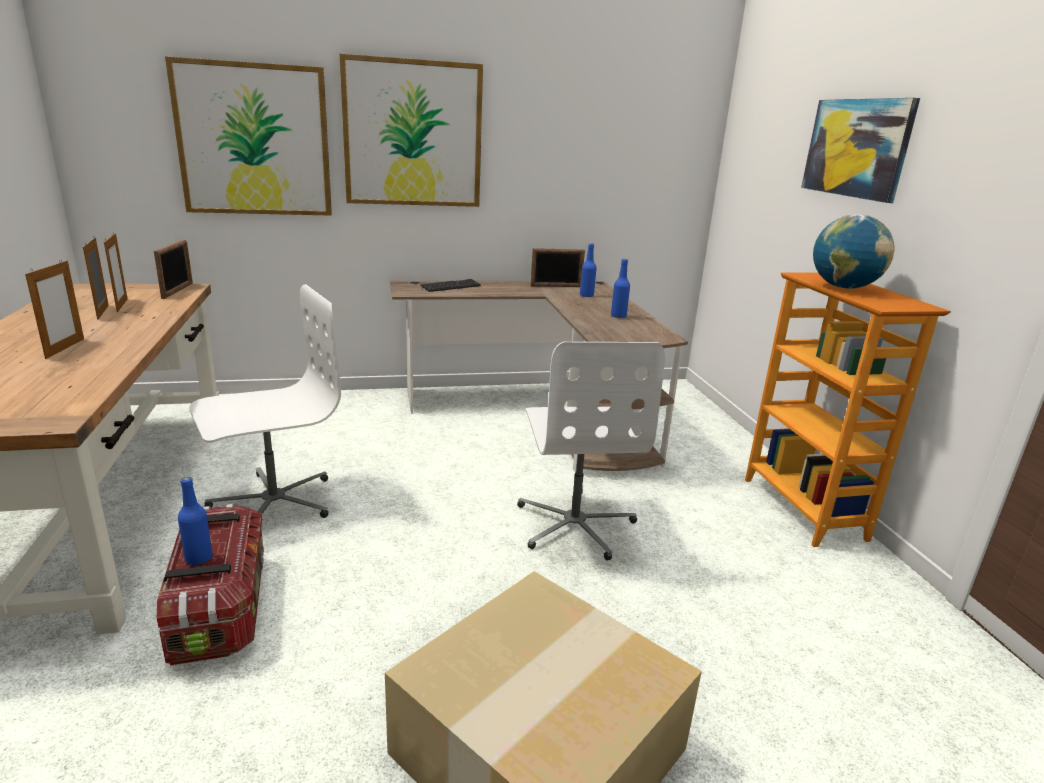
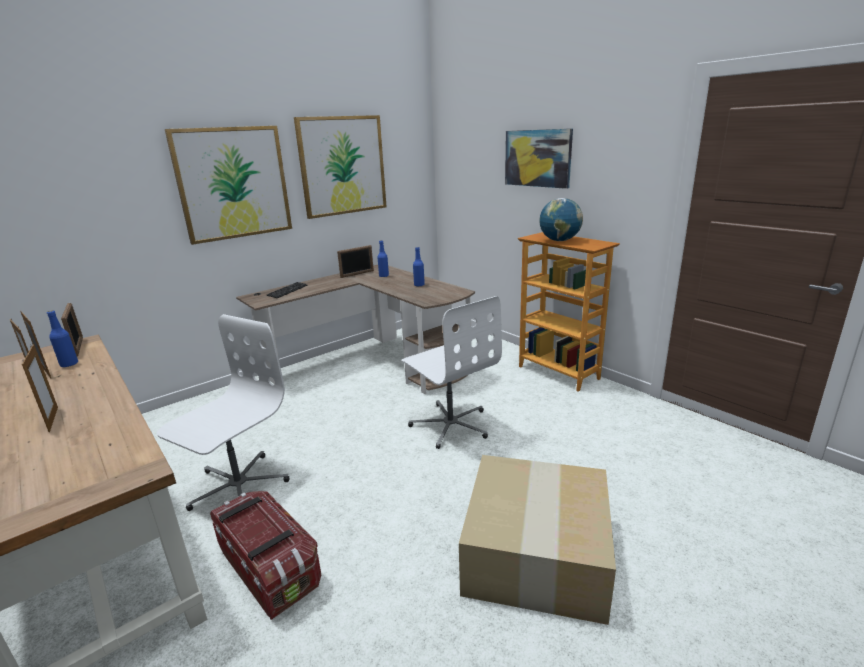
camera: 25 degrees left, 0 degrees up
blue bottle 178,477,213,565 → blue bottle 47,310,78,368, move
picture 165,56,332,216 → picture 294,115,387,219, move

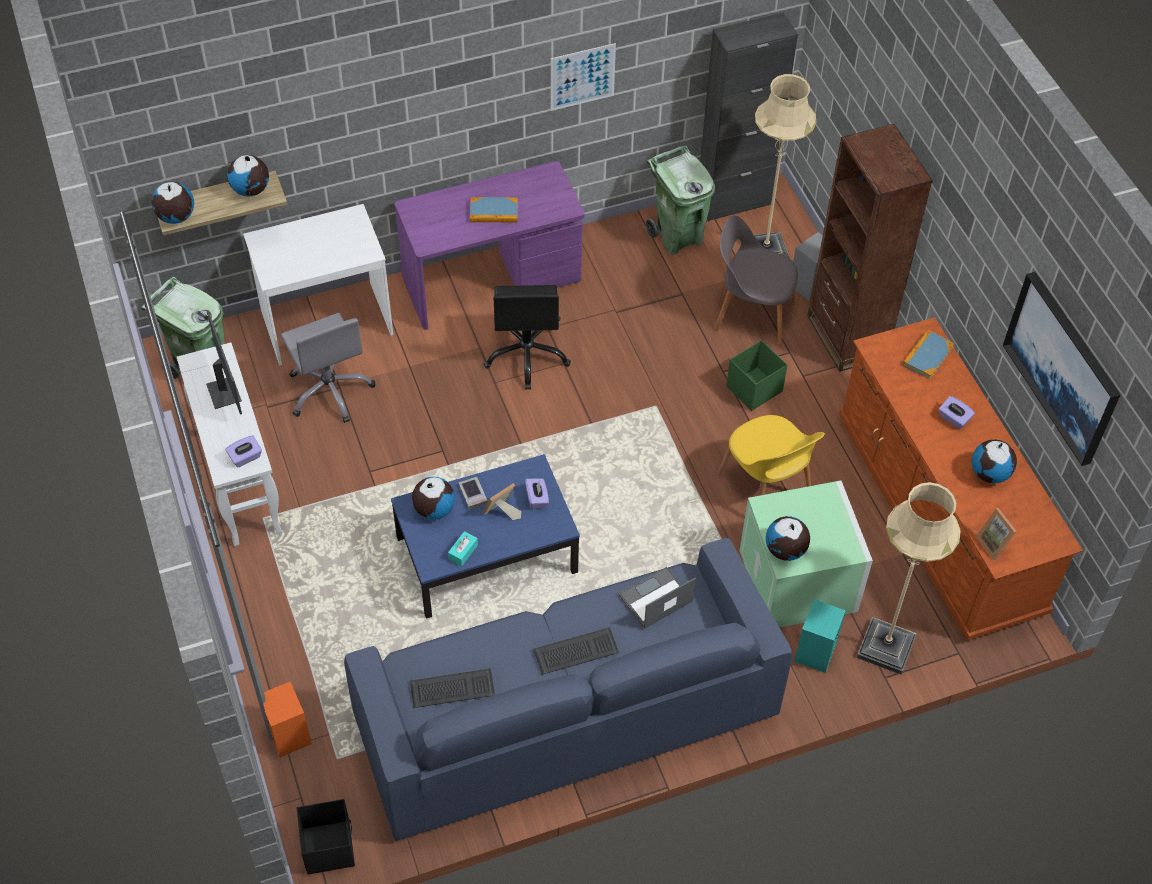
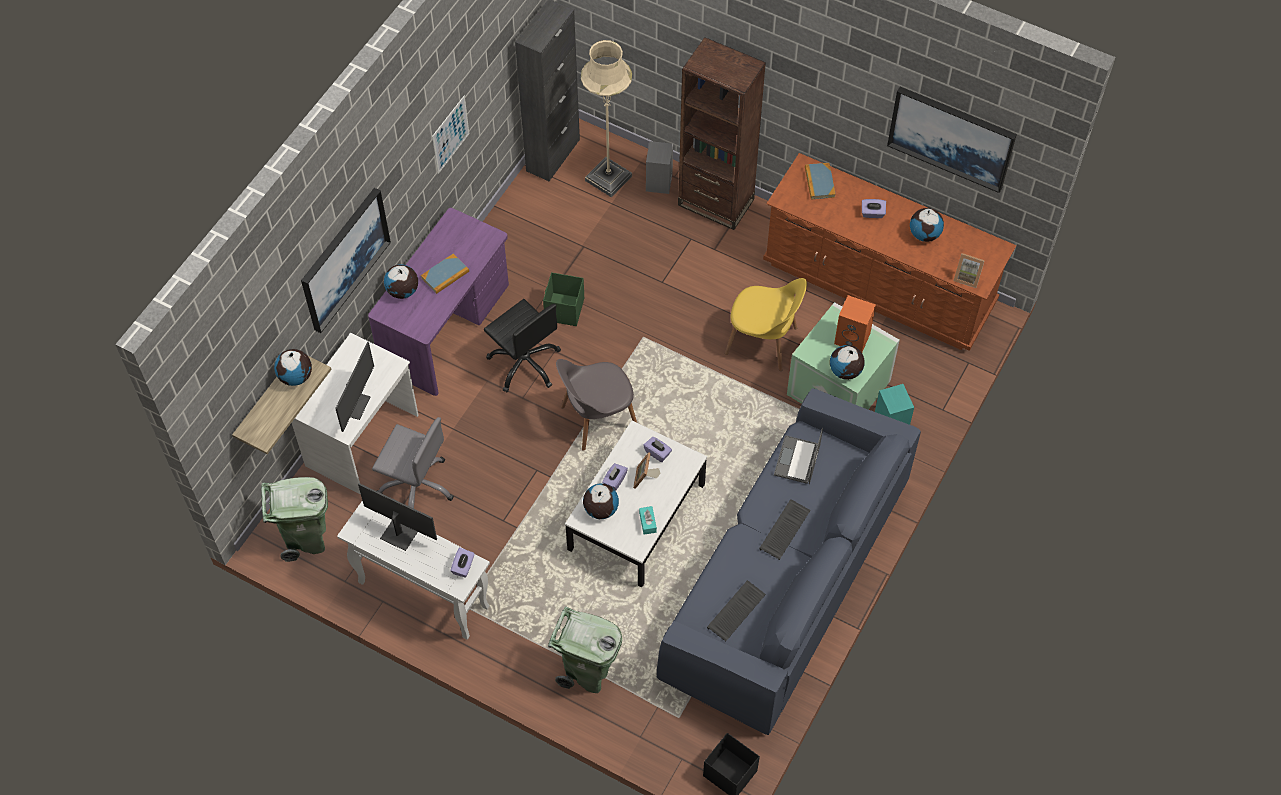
camera: 40 degrees left, 5 degrees up
- → picture 301,188,391,333
- → monitor 335,342,374,432
globe 151,182,194,224 → globe 384,264,418,299, move
green storage box 726,340,787,411 → green storage box 543,272,584,326, move
green trash can 646,146,715,255 → green trash can 548,606,622,693, move
grey chair 714,215,798,345 → grey chair 556,359,637,451, move
blue coffee table 391,454,580,619 → white coffee table 565,421,707,587
book 458,477,488,509 → purple tissue box 602,463,628,491
orange speaker 263,682,312,757 → orange speaker 834,295,876,353, move
beige floor lamp 857,482,961,675 → -

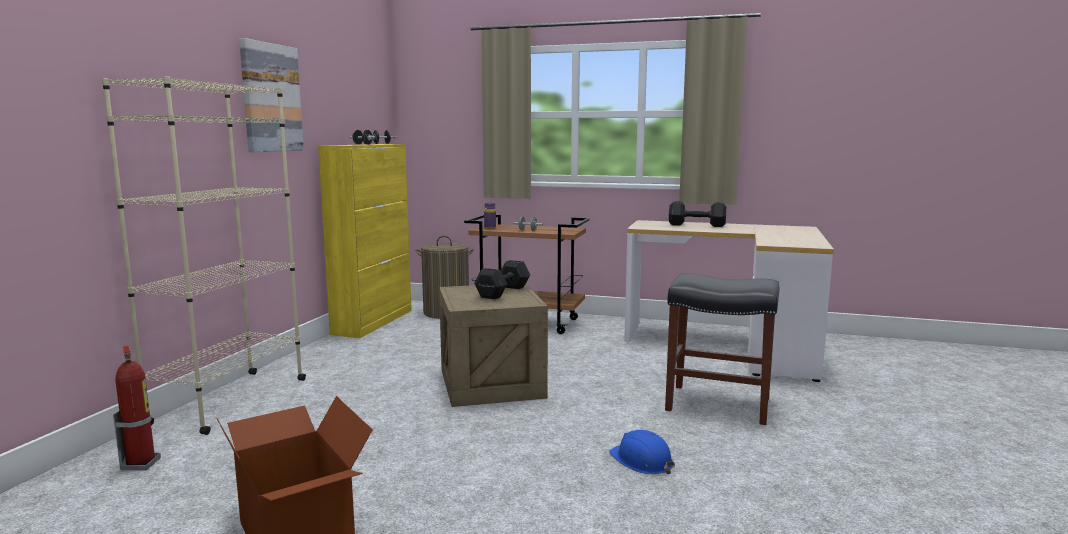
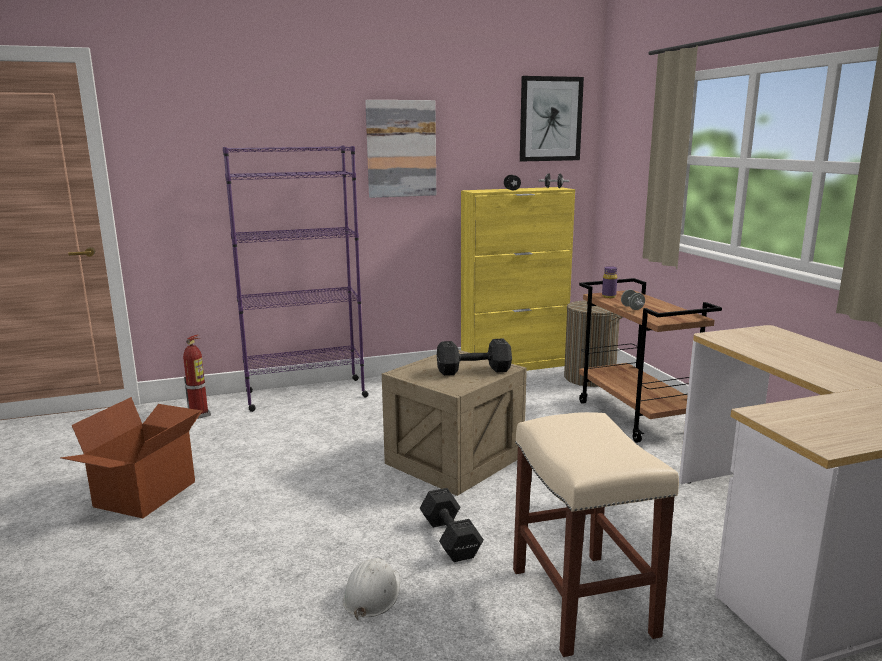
camera: 55 degrees right, 5 degrees up
beige bookcase 102,76,306,435 → purple bookcase 223,145,369,412
blue hard hat 609,430,675,474 → white hard hat 343,558,400,620
black dumbbell 669,201,727,227 → black dumbbell 420,488,484,562, move
black stool 665,273,780,425 → beige stool 513,412,679,657
- → picture 520,76,584,162

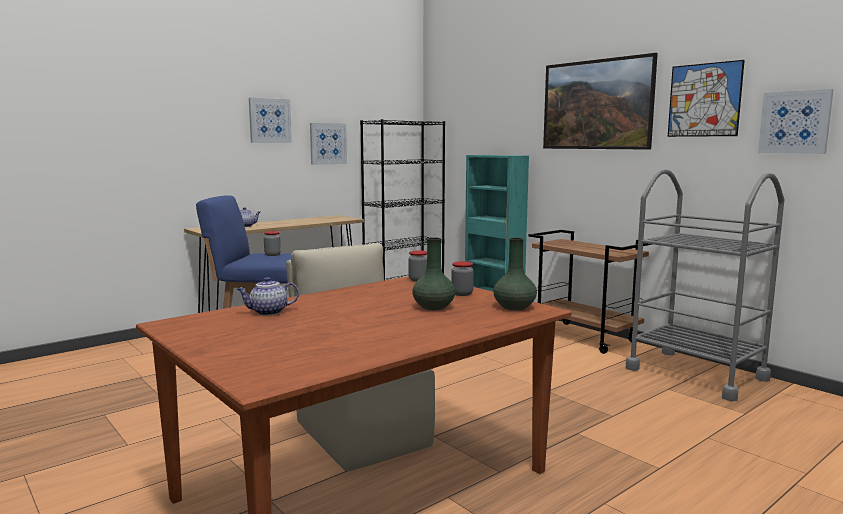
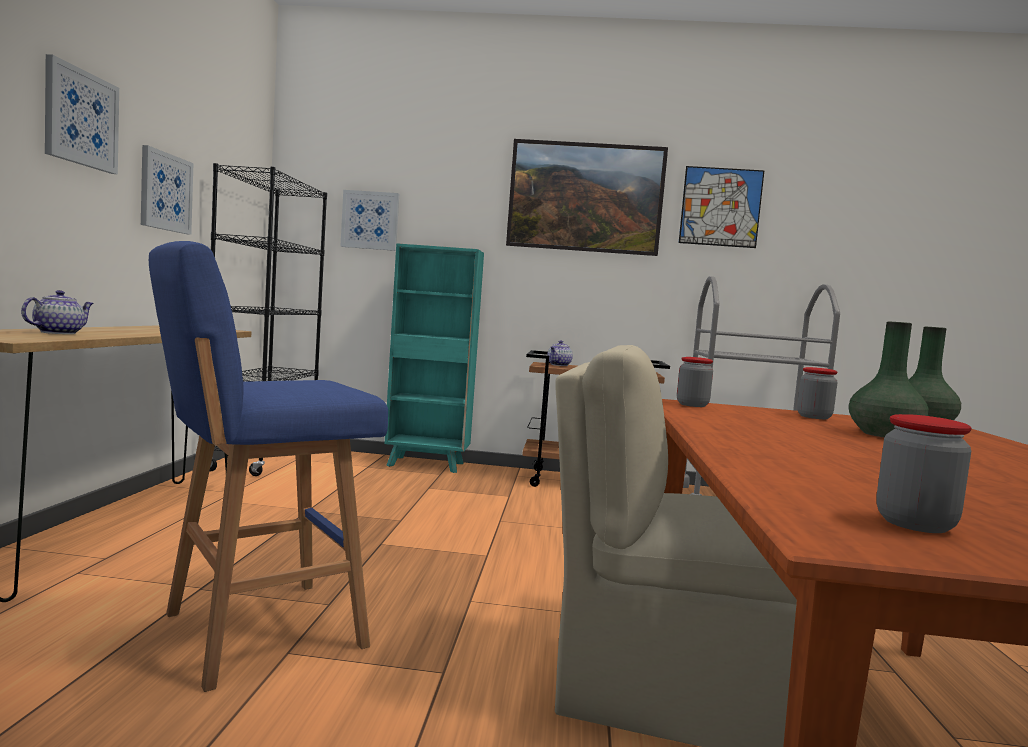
camera: 45 degrees left, 5 degrees down
picture 758,89,834,154 → picture 340,190,399,251, move
teapot 237,277,299,315 → teapot 547,340,573,366, move
jar 264,231,281,256 → jar 877,414,972,533, move

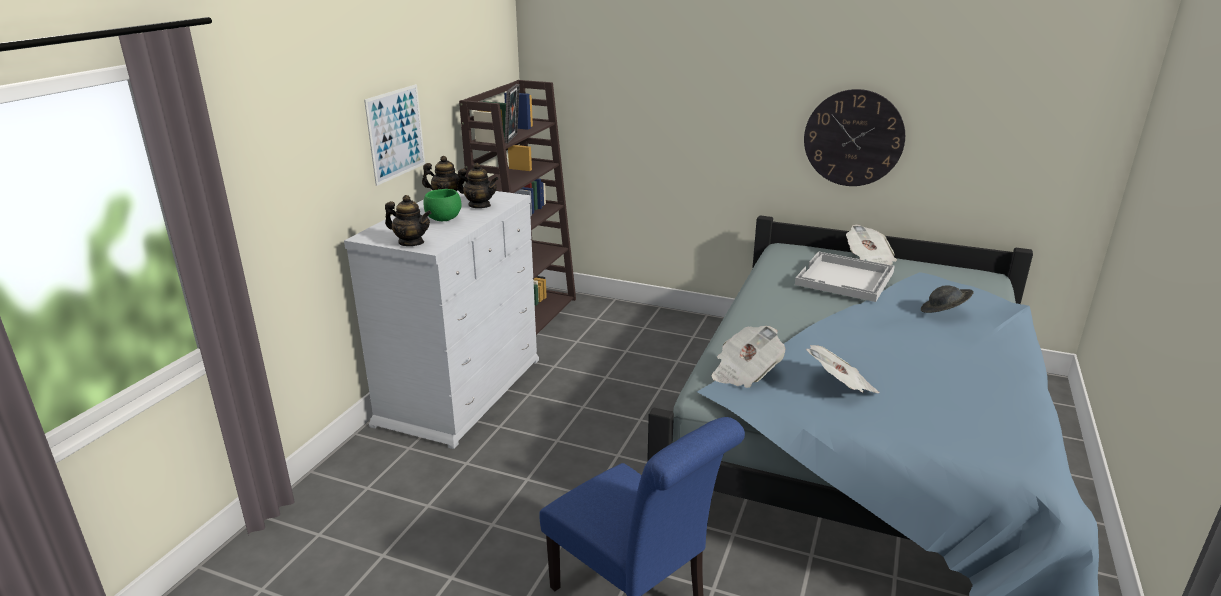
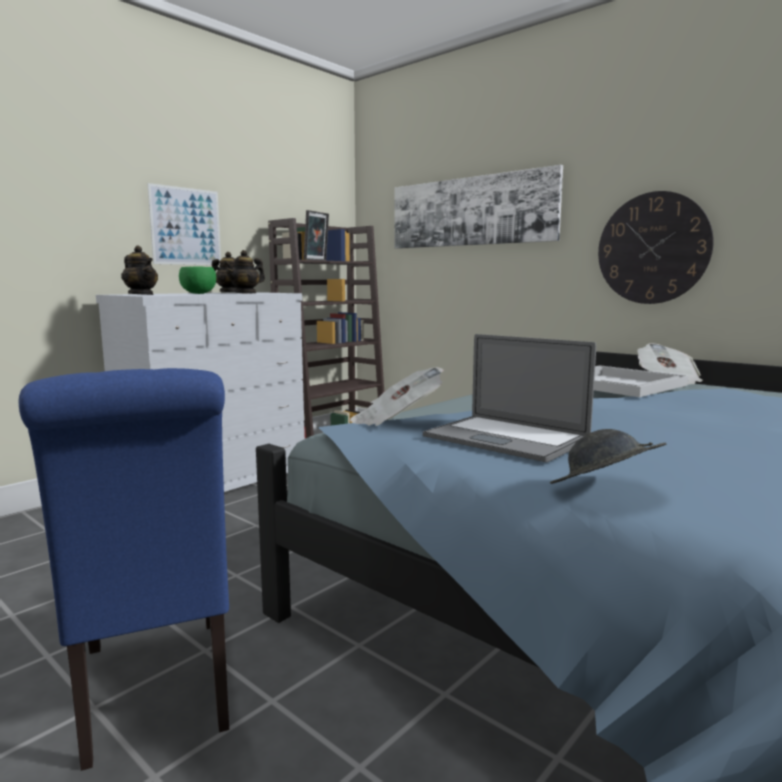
camera: 20 degrees right, 15 degrees down
teapot 457,163,499,208 → teapot 224,250,265,293, 90 degrees clockwise
- → picture 394,165,563,249
newspaper 806,345,879,393 → laptop 423,334,596,462
grey hat 921,285,974,313 → grey hat 550,429,666,484, move

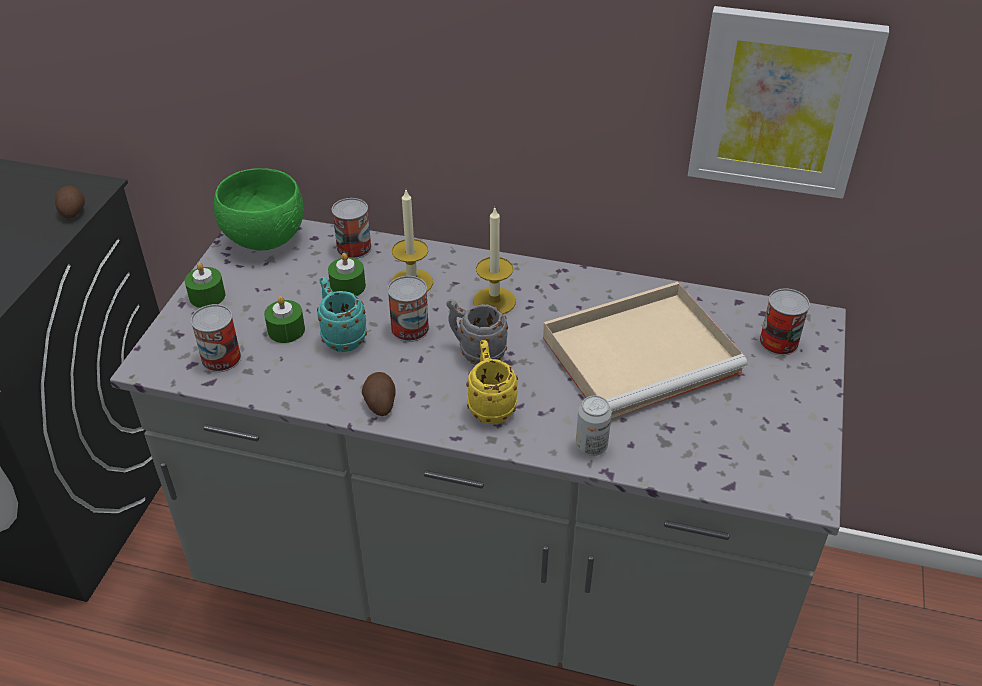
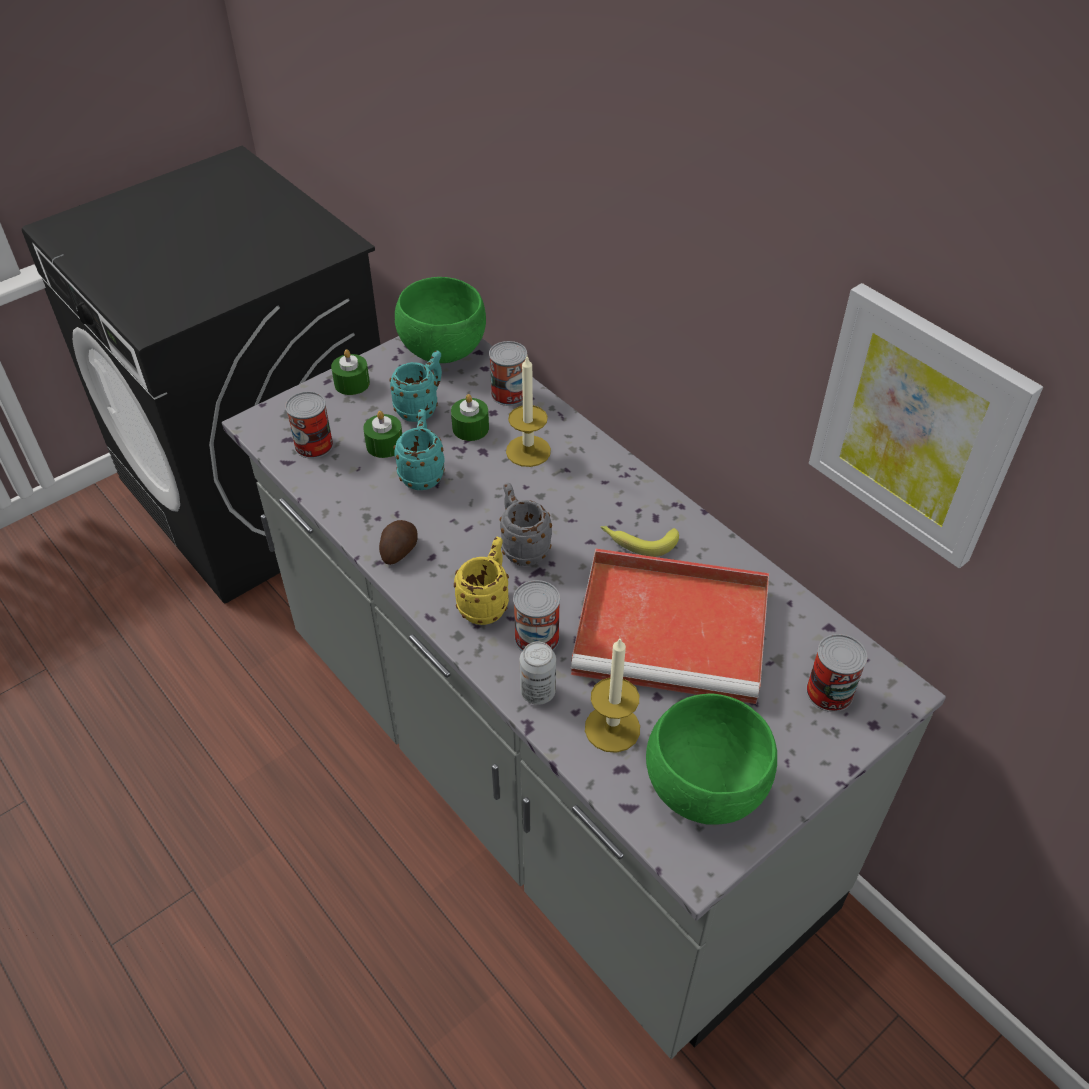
camera: 35 degrees right, 5 degrees up
- → turquoise mug 389,350,442,422
can 387,276,429,342 → can 513,580,560,651, move
beige tray 543,282,747,419 → red tray 571,548,769,704
candle 473,206,516,314 → candle 585,638,640,753, move
- → banana 601,526,679,557
- → green bowl 646,693,777,825
potato 55,186,85,219 → -

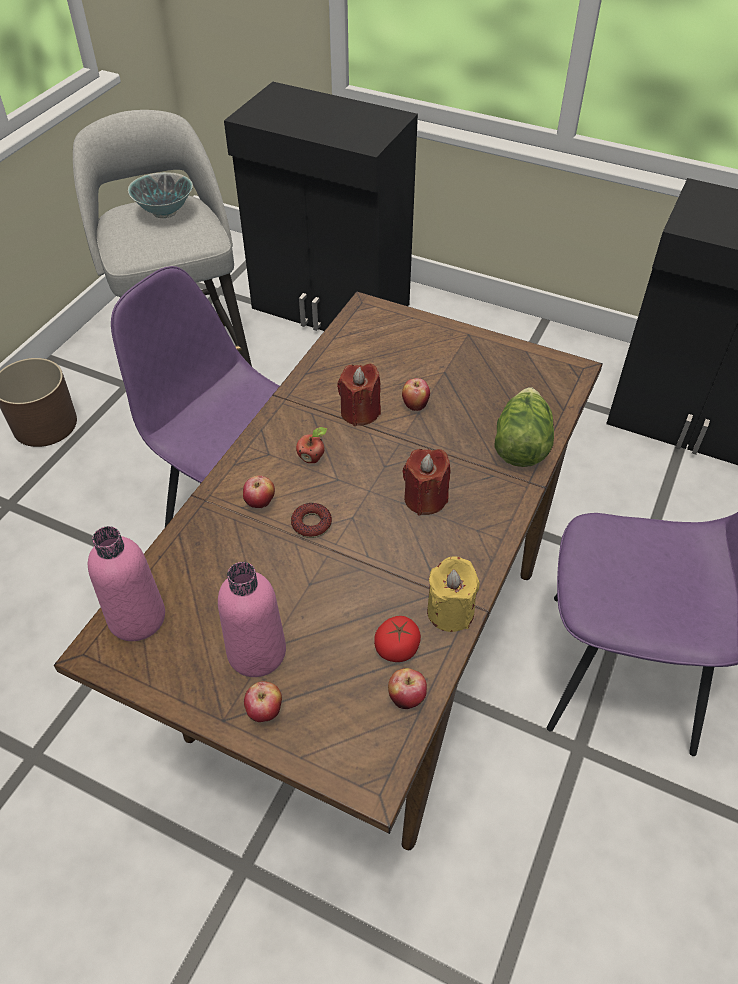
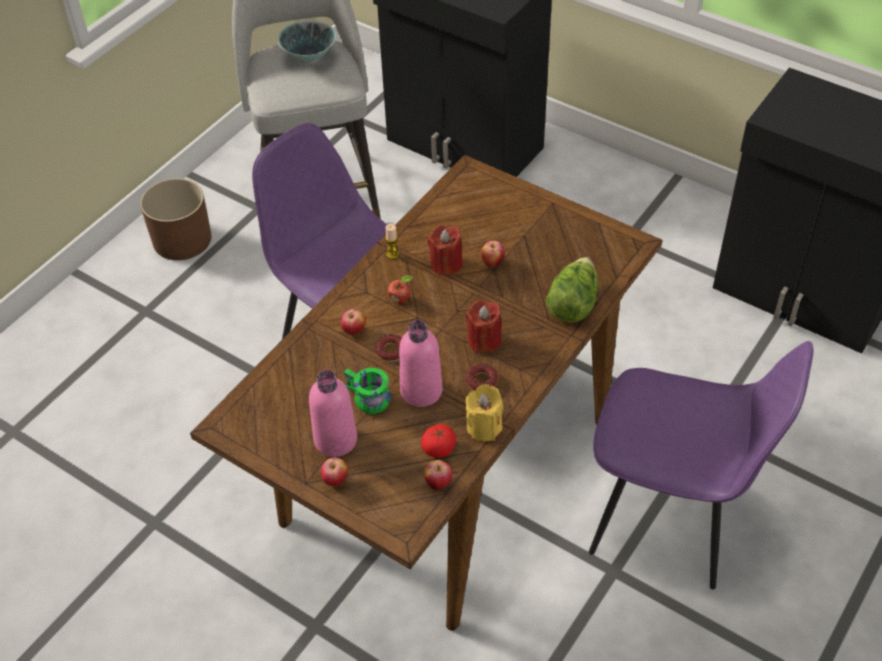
camera: 10 degrees right, 0 degrees up
- → green mug 344,368,391,414
- → candle 385,224,399,259
pink bottle 88,526,165,641 → pink bottle 399,320,443,407, move
- → donut 466,364,498,390

